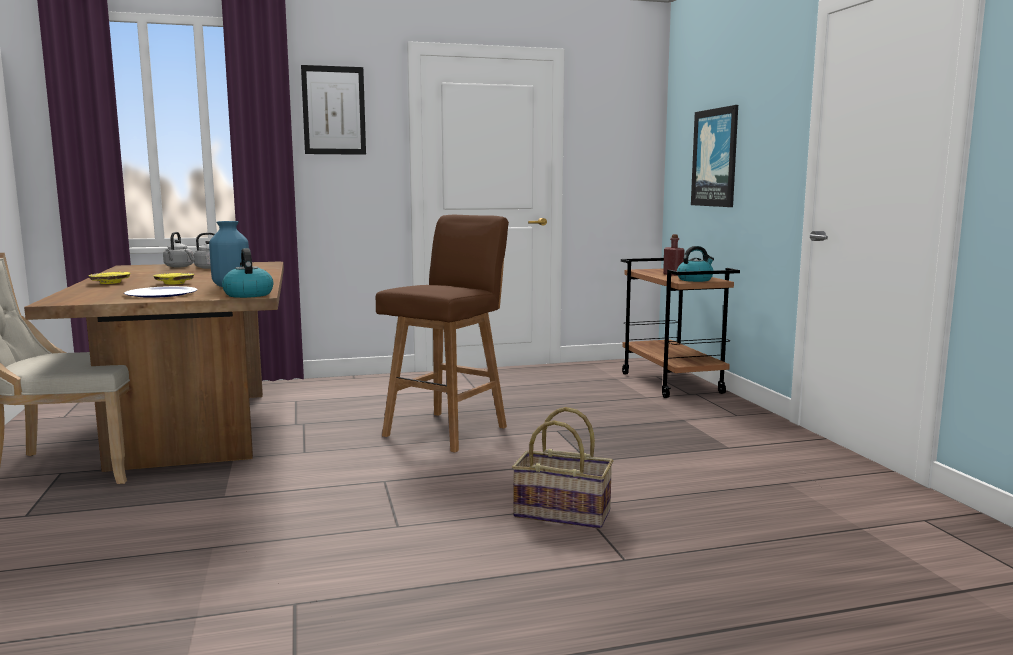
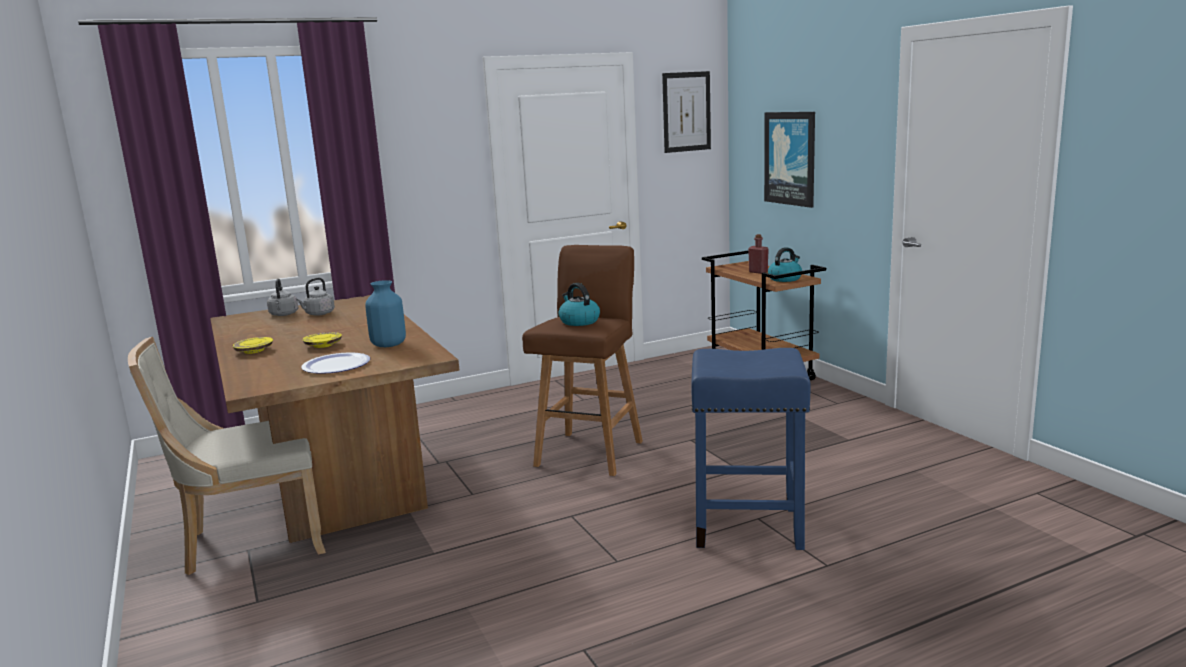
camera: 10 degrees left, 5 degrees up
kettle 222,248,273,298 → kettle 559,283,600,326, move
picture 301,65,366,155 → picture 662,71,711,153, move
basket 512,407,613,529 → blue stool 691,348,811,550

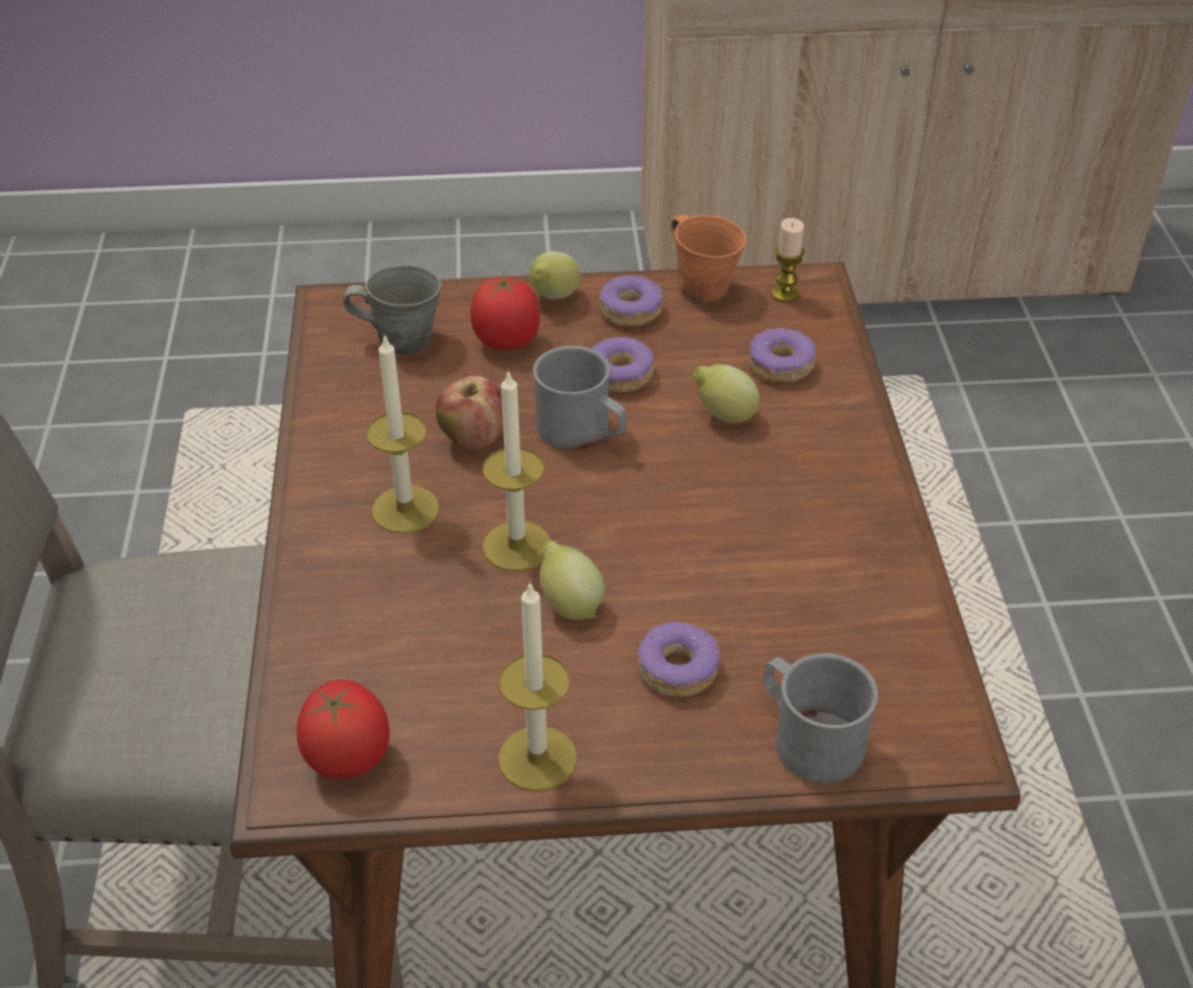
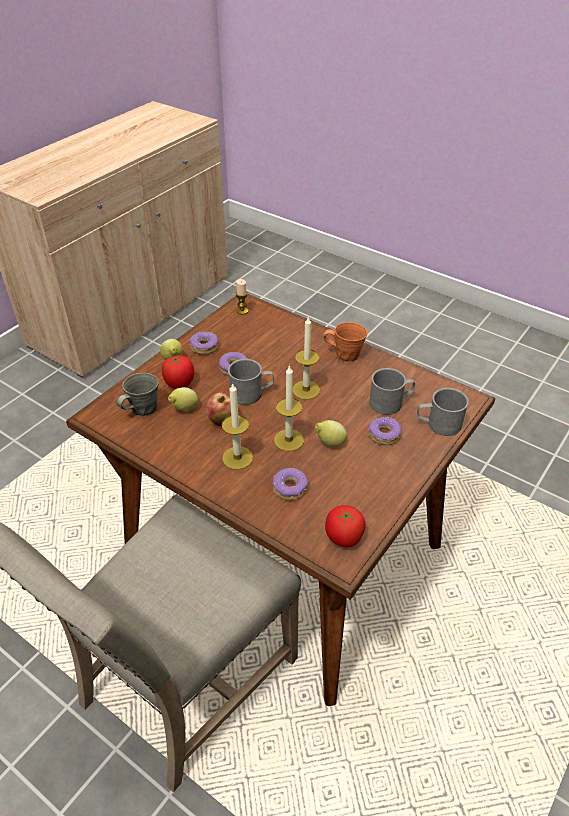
camera: 50 degrees left, 0 degrees up
lemon 693,364,760,423 → lemon 168,387,198,411, move
donut 749,328,816,383 → donut 272,468,308,500, move
candle 498,581,578,792 → candle 293,316,320,400, move
orange mug 671,214,746,302 → orange mug 324,322,368,361, move
- → grey mug 369,368,415,415

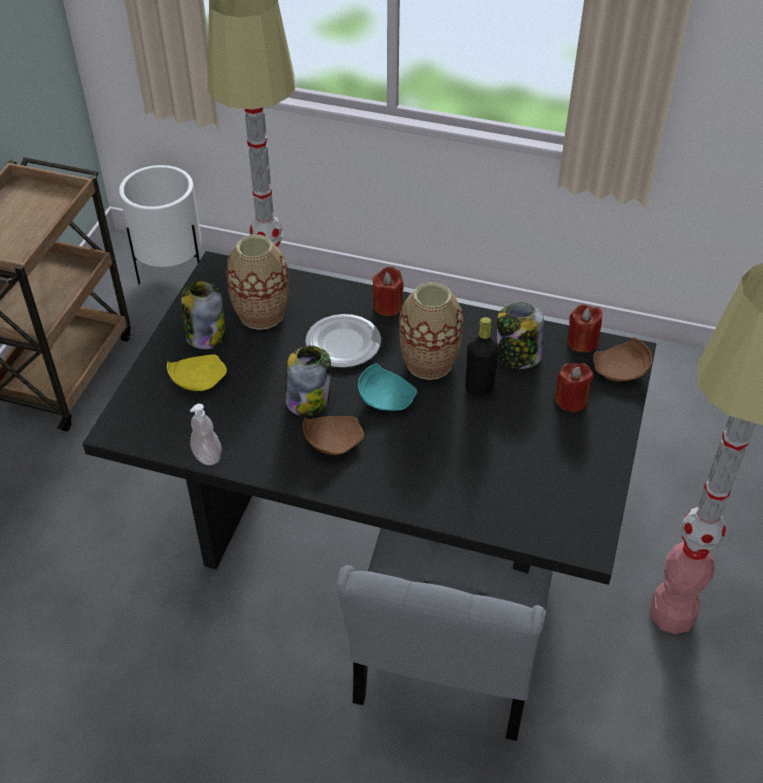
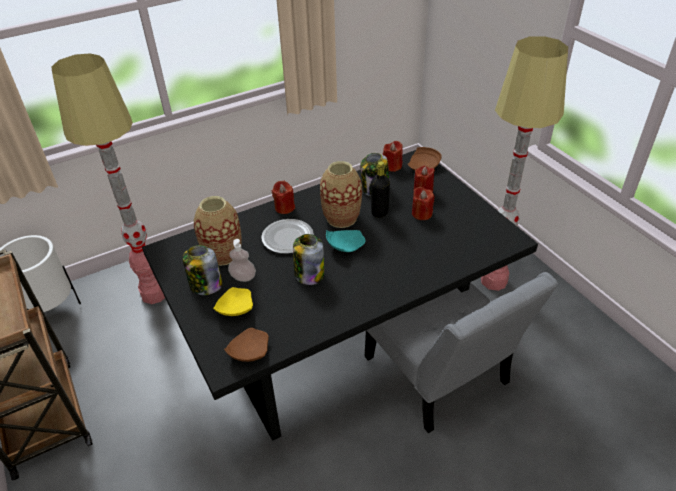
camera: 45 degrees left, 5 degrees down
brown plate 303,416,364,455 → brown plate 224,328,269,362, move
soap dispenser 190,404,222,465 → soap dispenser 228,239,256,282, move
- → red candle 412,187,434,220

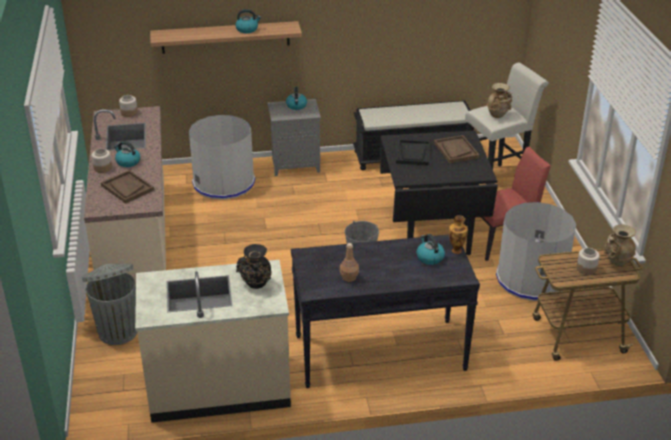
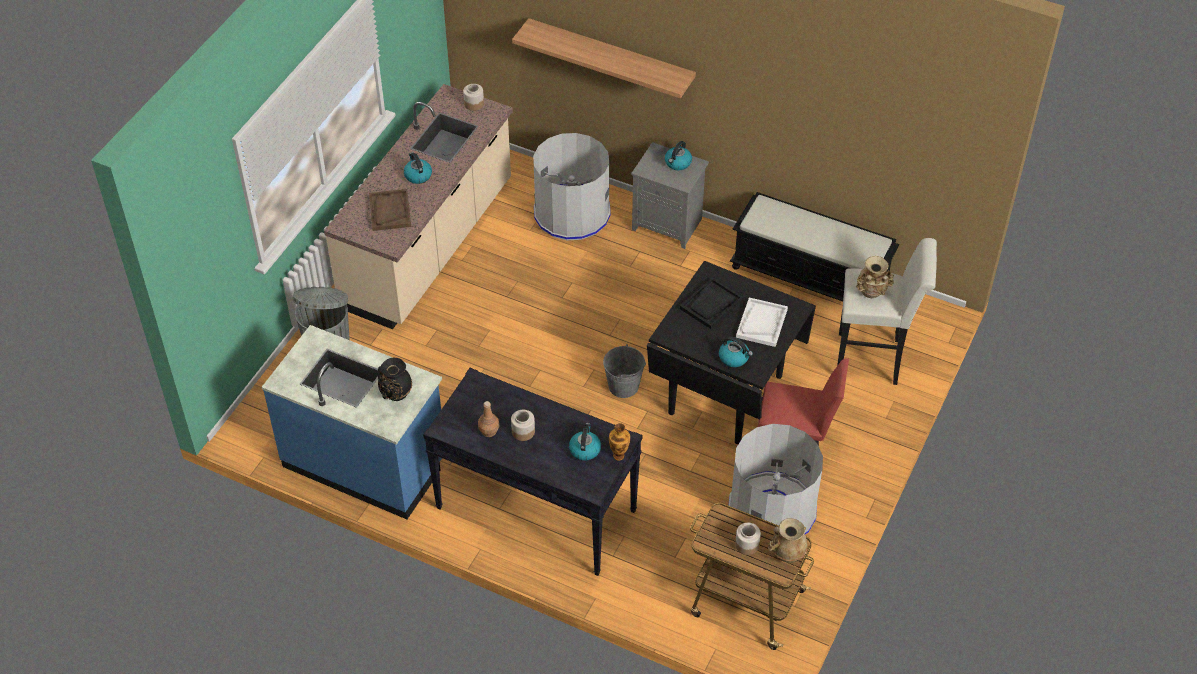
camera: 35 degrees right, 15 degrees up
beige counter 135,260,291,423 → blue counter 262,325,442,519
jar 92,148,112,173 → jar 511,410,535,441, move
kettle 235,9,261,33 → kettle 719,336,753,367, move
brown tray 434,135,480,163 → white tray 736,297,788,347

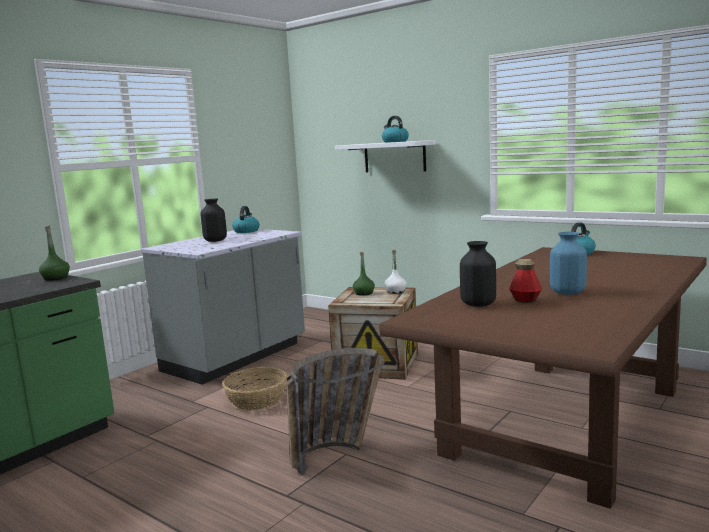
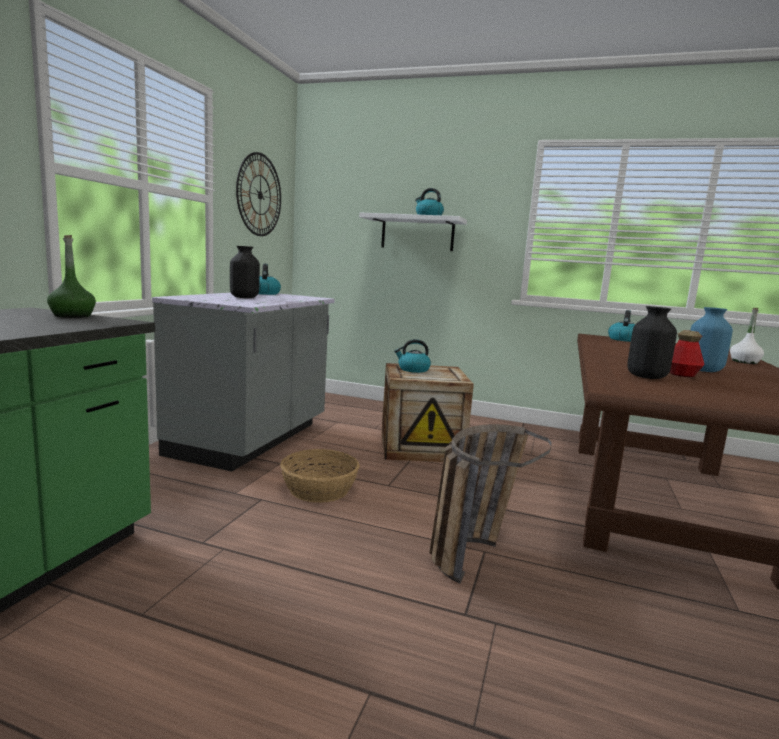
camera: 20 degrees left, 0 degrees up
- → wall clock 236,152,281,236
green bottle 353,252,375,296 → kettle 394,339,431,373
white bottle 384,250,407,294 → white bottle 730,308,764,364, move

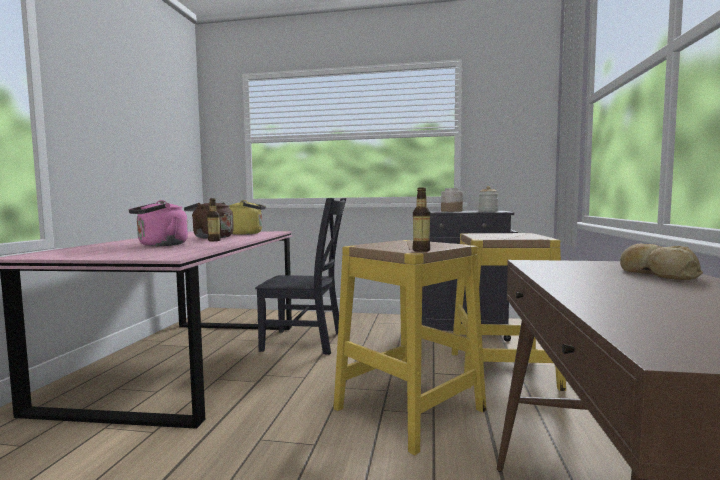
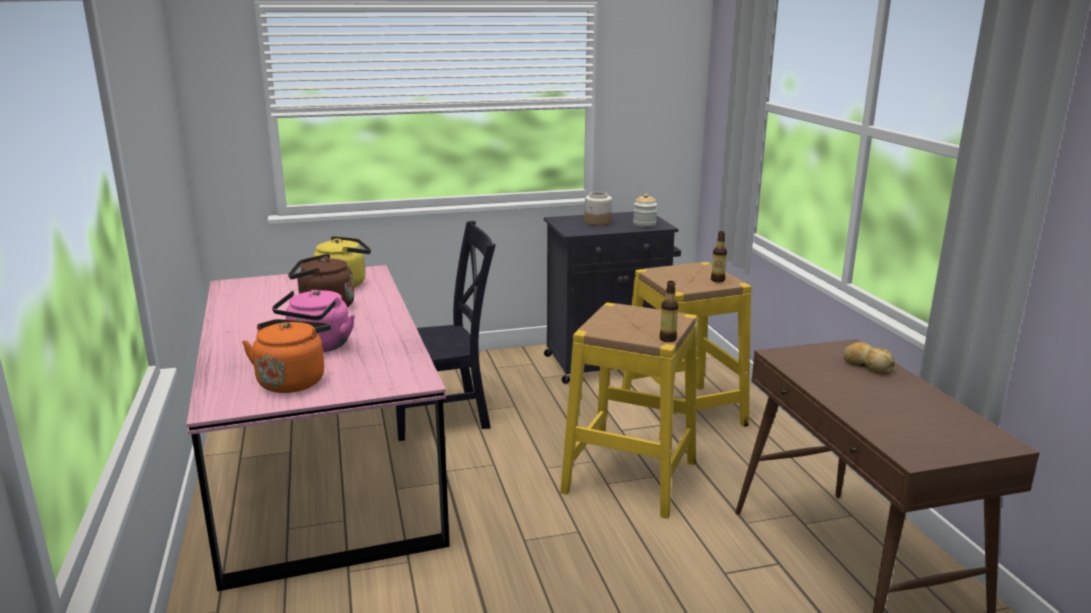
camera: 25 degrees left, 15 degrees up
- → orange kettle 242,319,331,393
bottle 207,198,221,241 → bottle 711,231,727,282, move

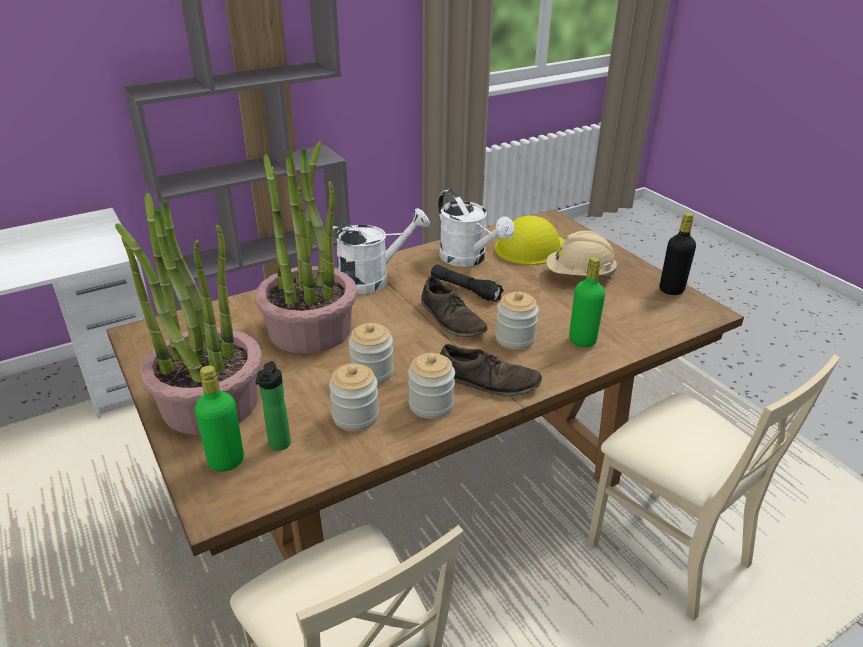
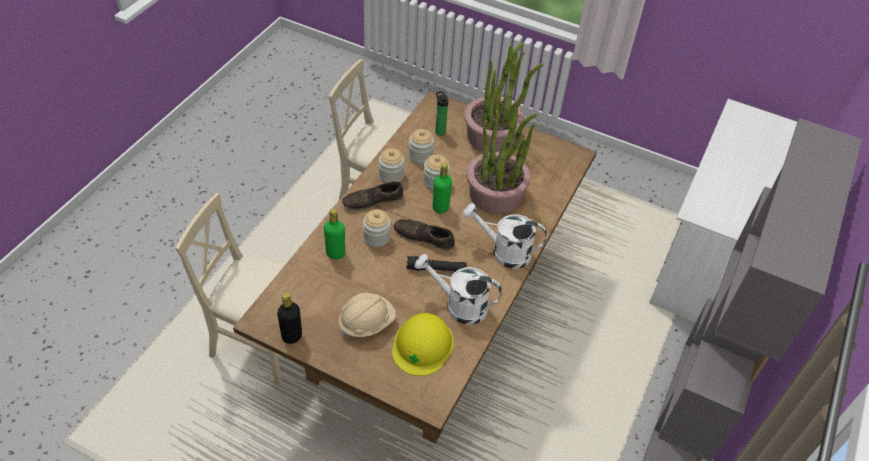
camera: 145 degrees right, 15 degrees up
green bottle 195,366,244,472 → green bottle 433,163,452,213, move
white watering can 333,208,430,294 → white watering can 463,203,547,269, 75 degrees clockwise

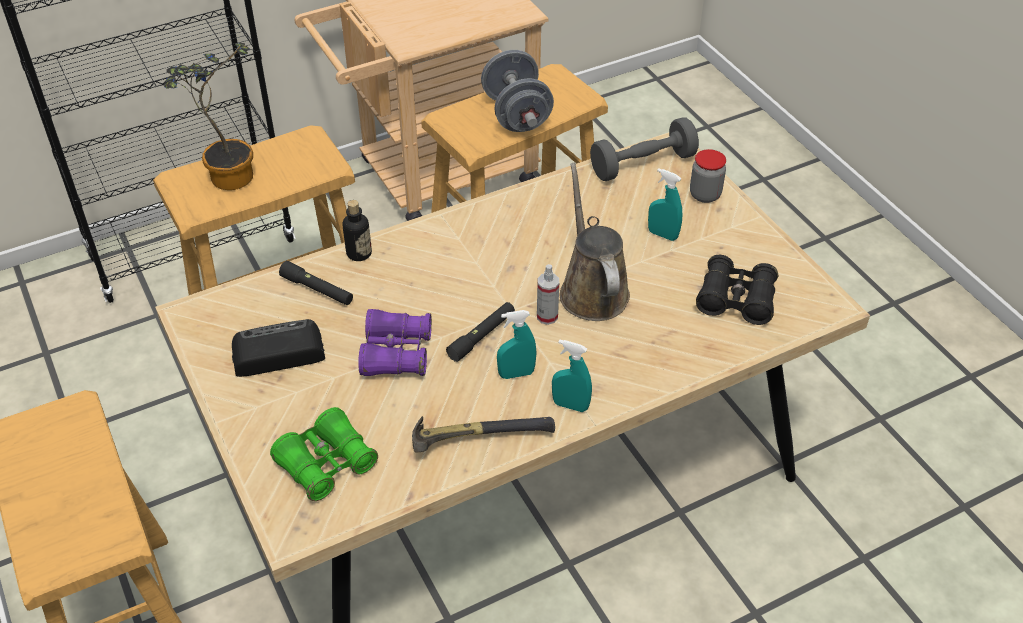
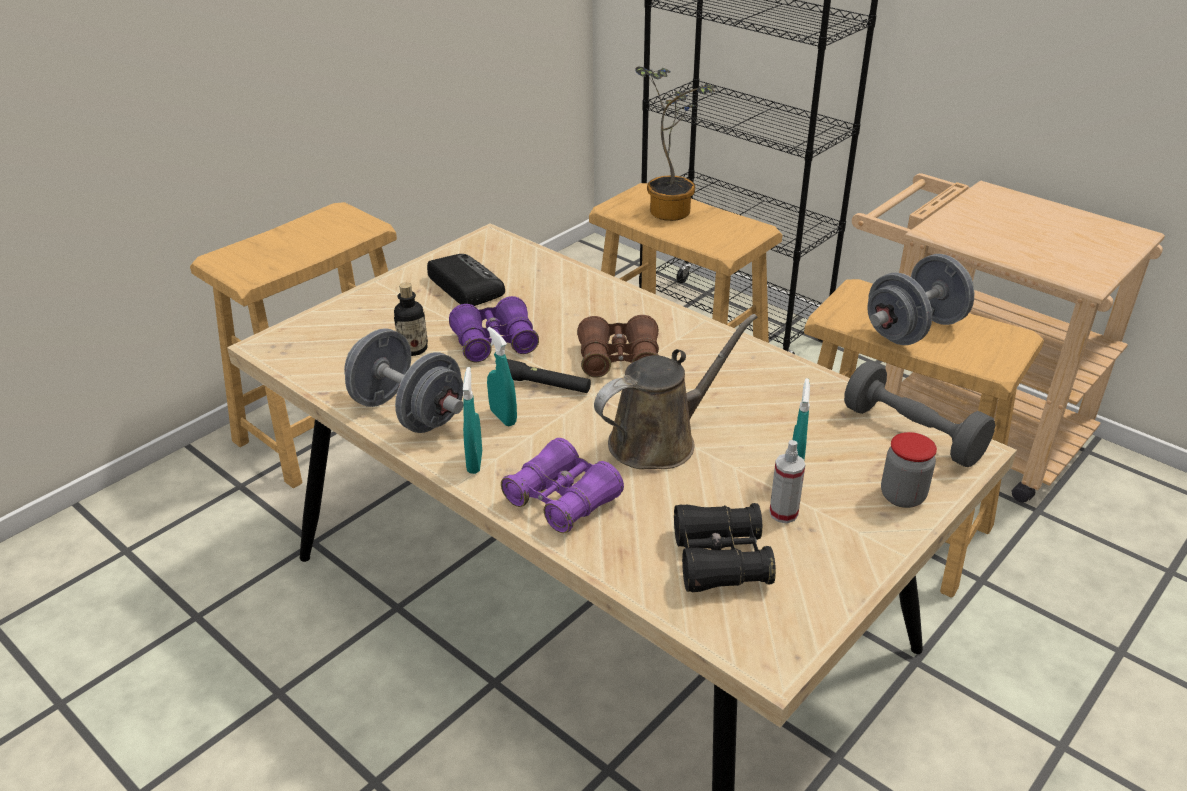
camera: 70 degrees right, 10 degrees down
hammer 412,416,555,453 → grey dumbbell 344,328,463,433
bottle 343,200,372,261 → bottle 394,282,428,356, move
- → purple binoculars 501,438,624,533
- → brown binoculars 577,315,659,378
spray bottle 537,264,559,325 → spray bottle 769,440,805,523, move
green binoculars 270,407,378,501 → -
black flashlight 279,261,353,305 → -

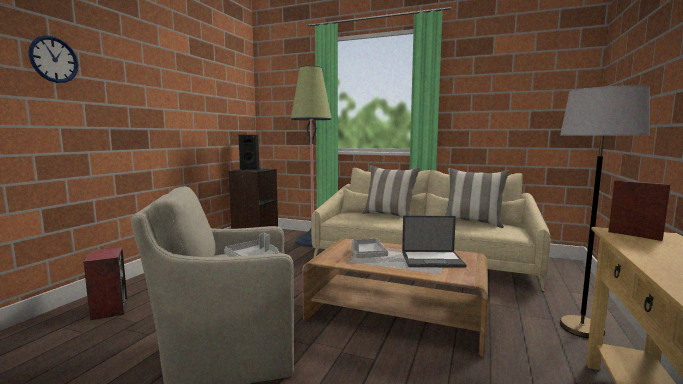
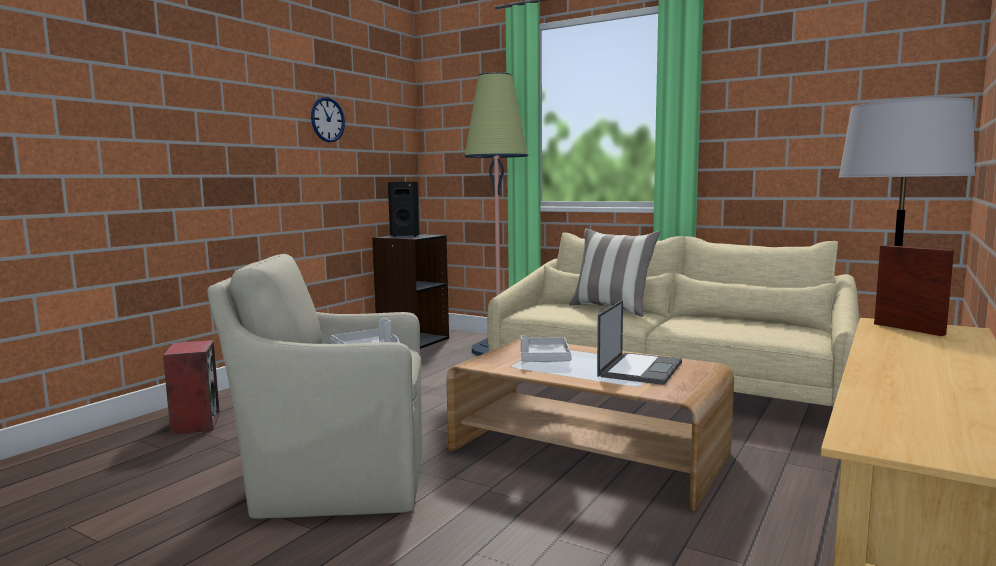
camera: 10 degrees right, 0 degrees up
wall clock 28,36,78,83 → wall clock 311,97,345,142, move
laptop 402,216,466,268 → laptop 597,300,682,385, 75 degrees counterclockwise
pillow 444,168,509,228 → -

